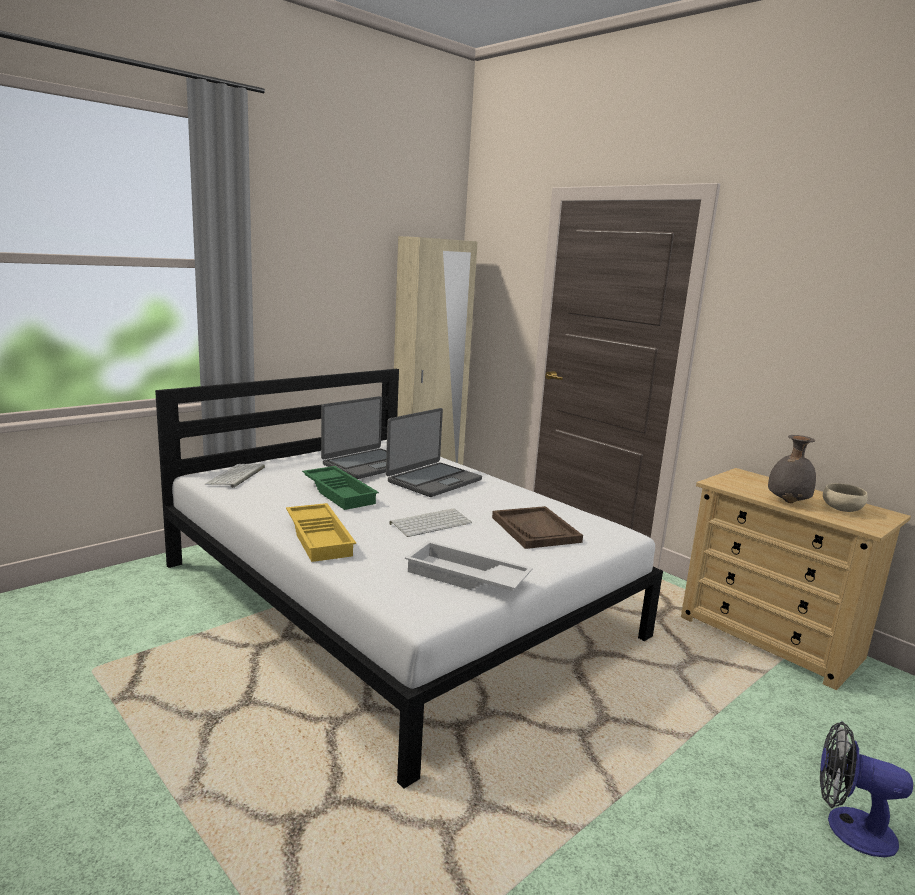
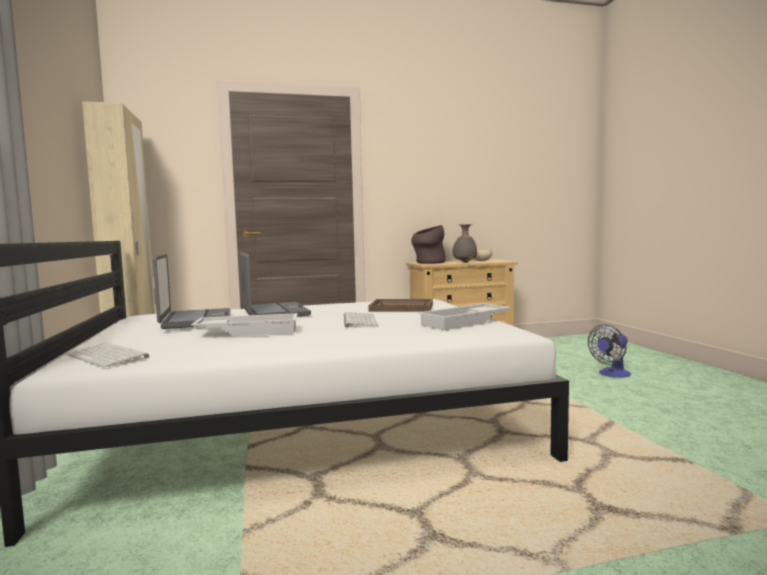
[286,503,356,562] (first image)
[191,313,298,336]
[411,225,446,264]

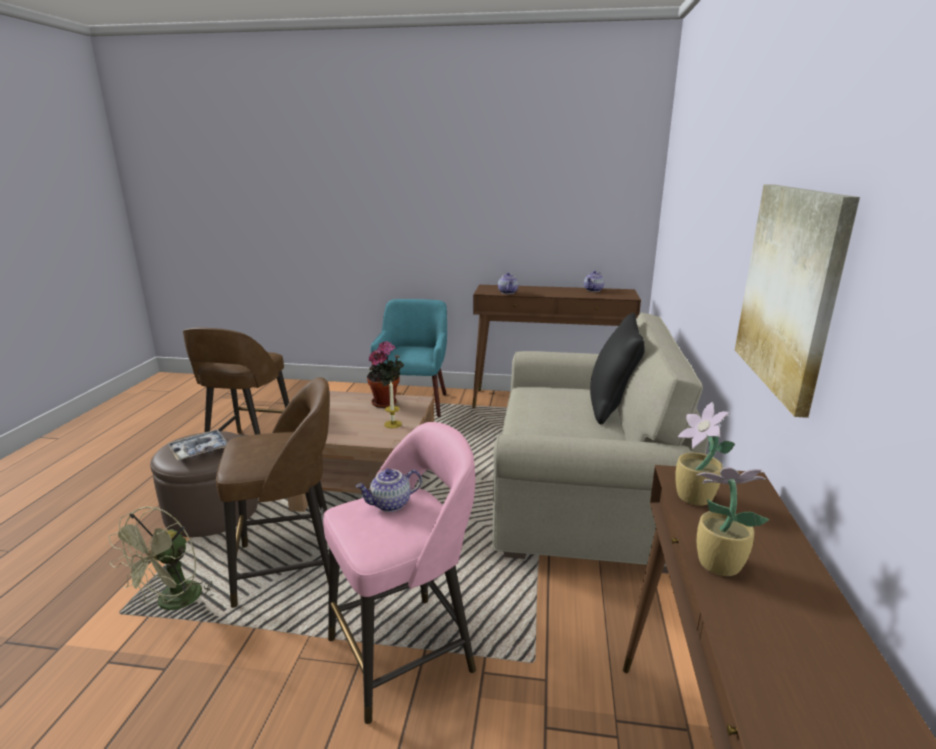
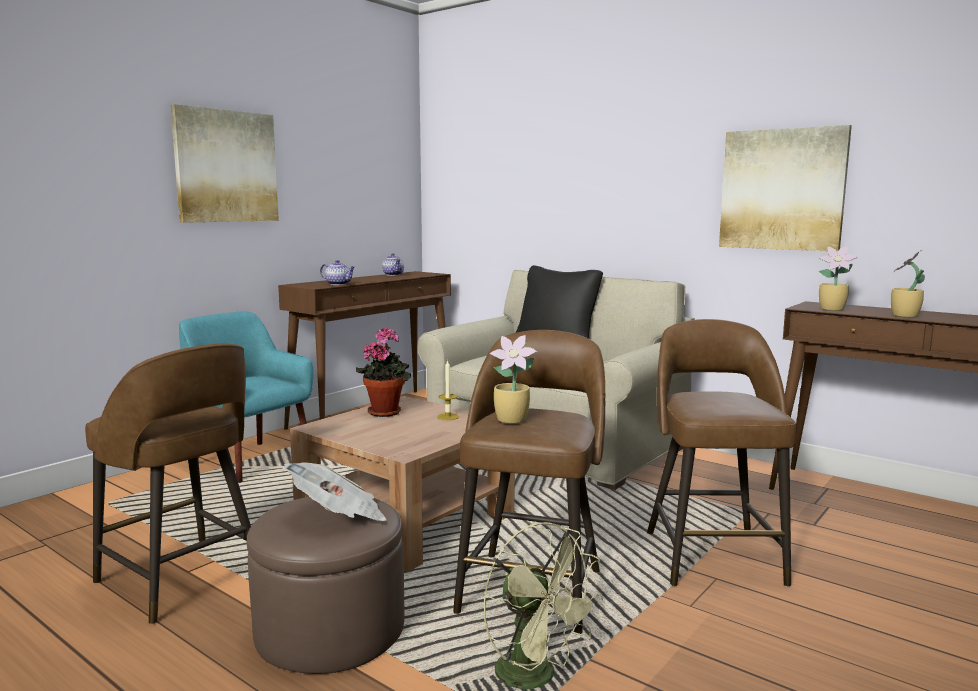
[284,462,386,521]
[647,319,796,587]
[355,469,422,512] (first image)
[171,104,279,223]
[490,335,537,424]

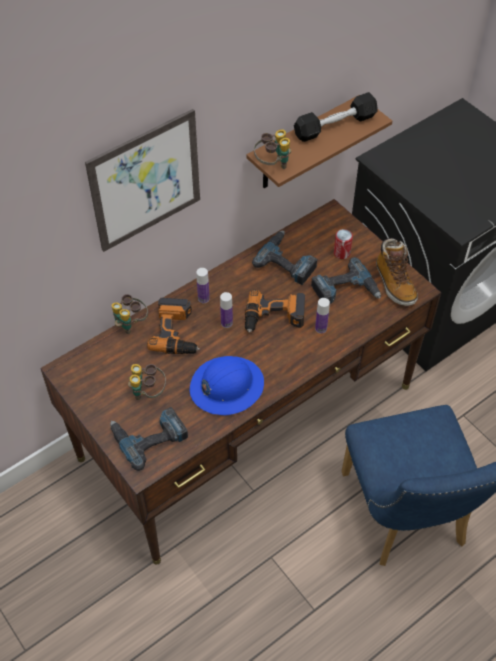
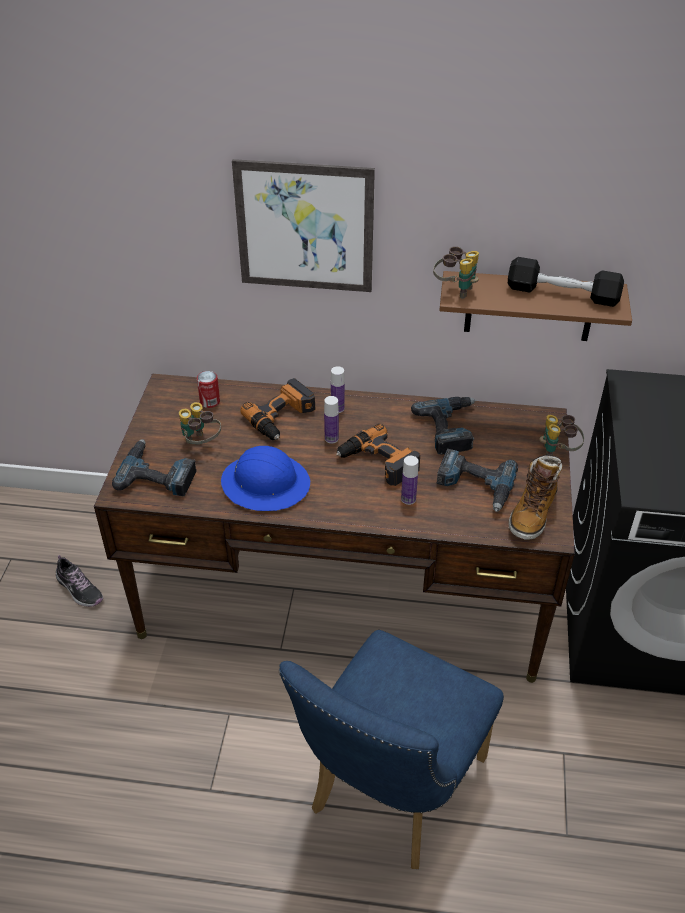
[539,415,584,455]
[197,371,220,408]
[56,555,103,607]

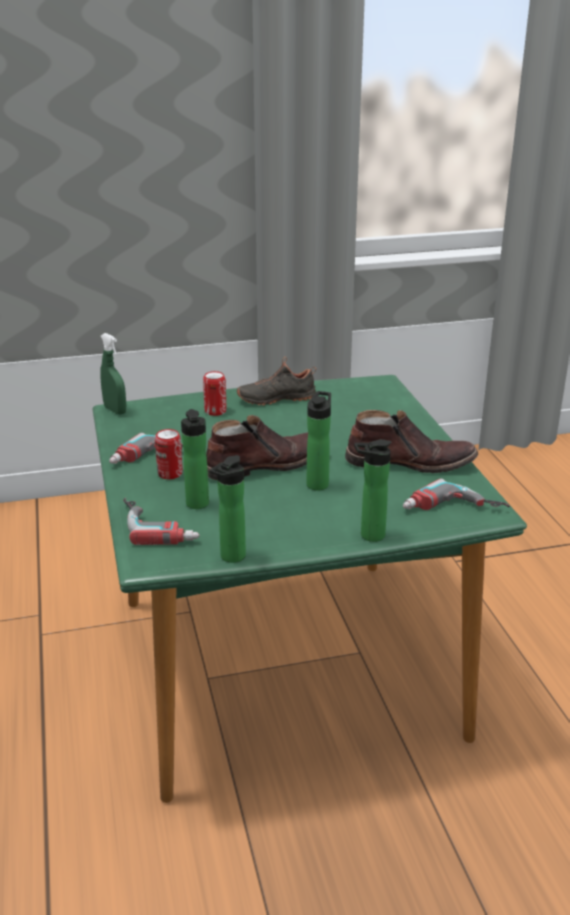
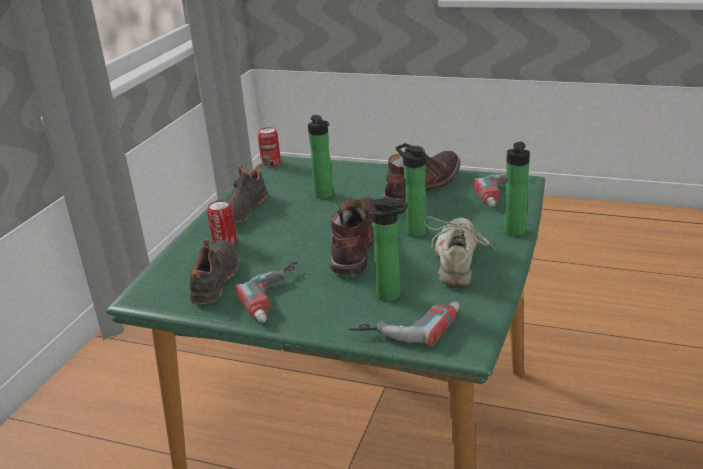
[100,333,126,415] (first image)
[258,127,281,167]
[308,115,333,198]
[190,238,238,304]
[424,217,496,286]

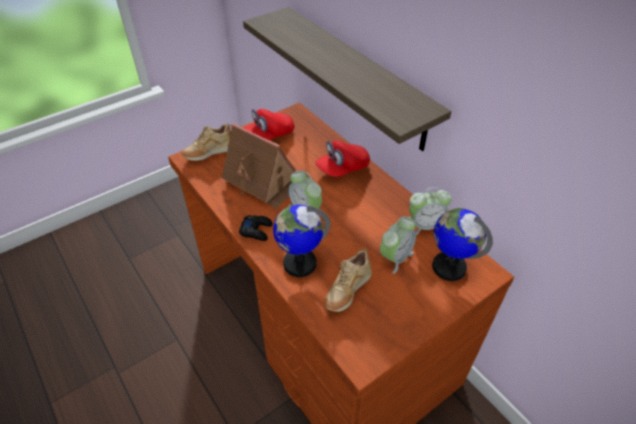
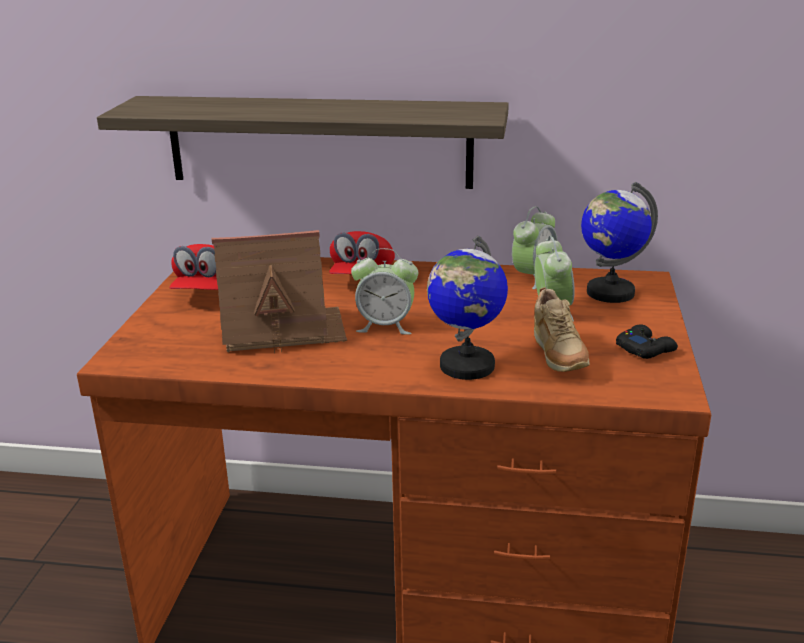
[181,123,231,161] (first image)
[616,324,678,359]

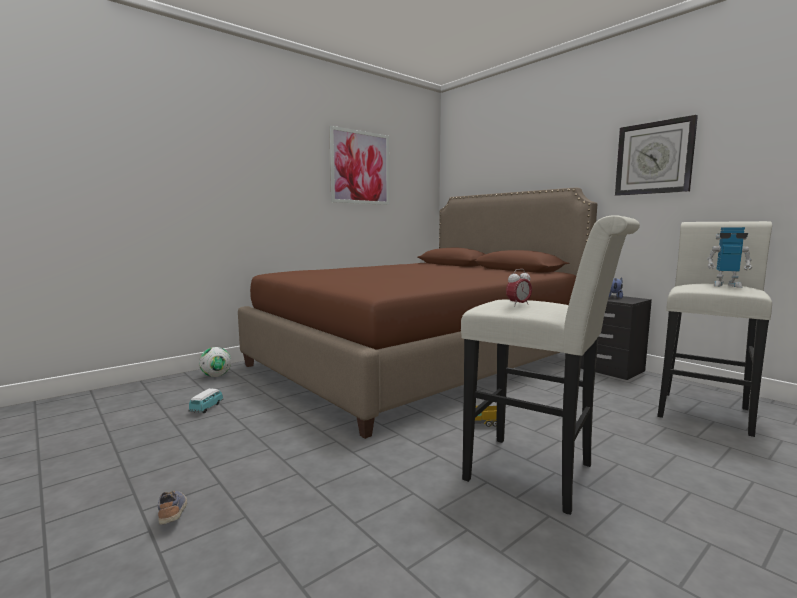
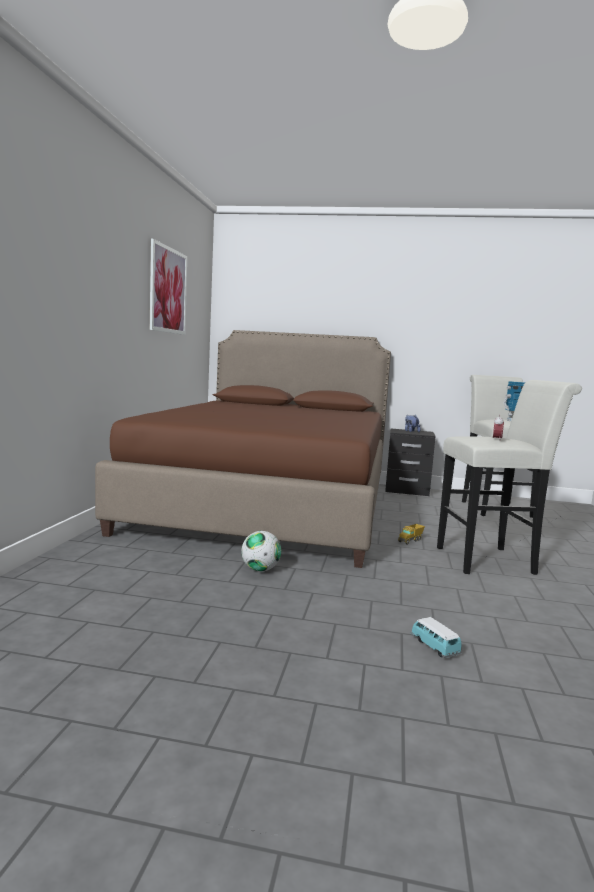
[158,491,187,525] (first image)
[411,617,462,658]
[241,531,281,571]
[615,115,698,196] (first image)

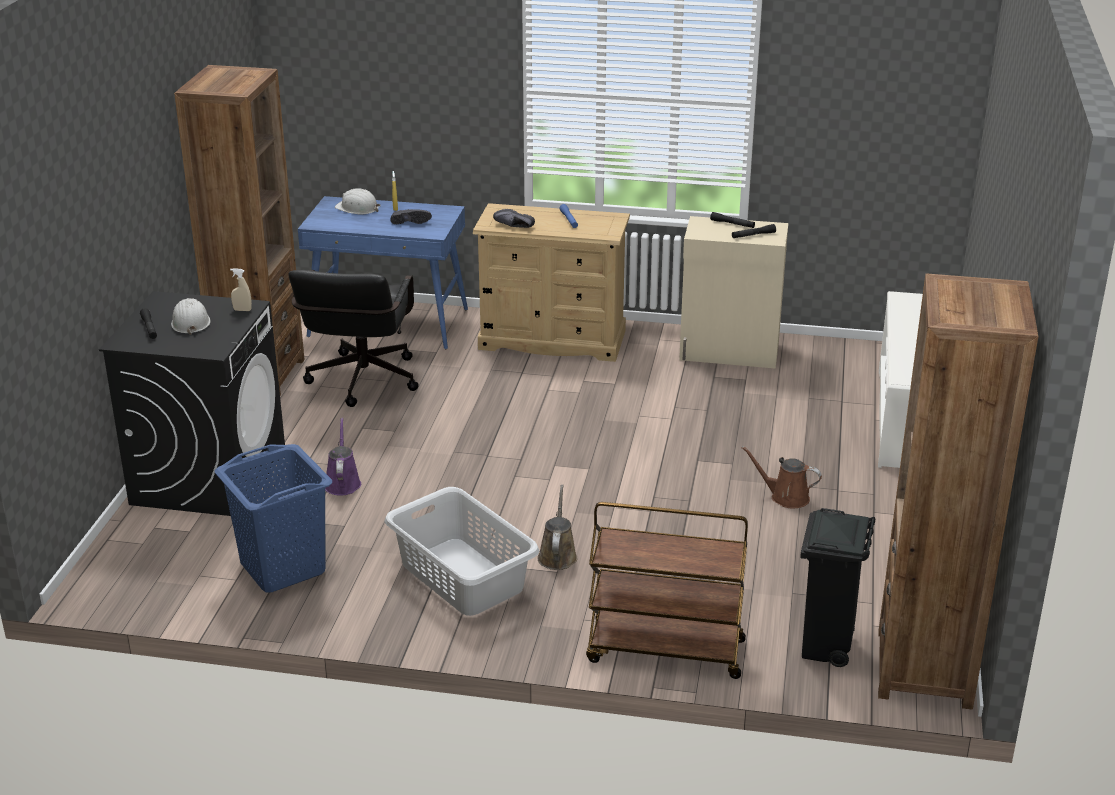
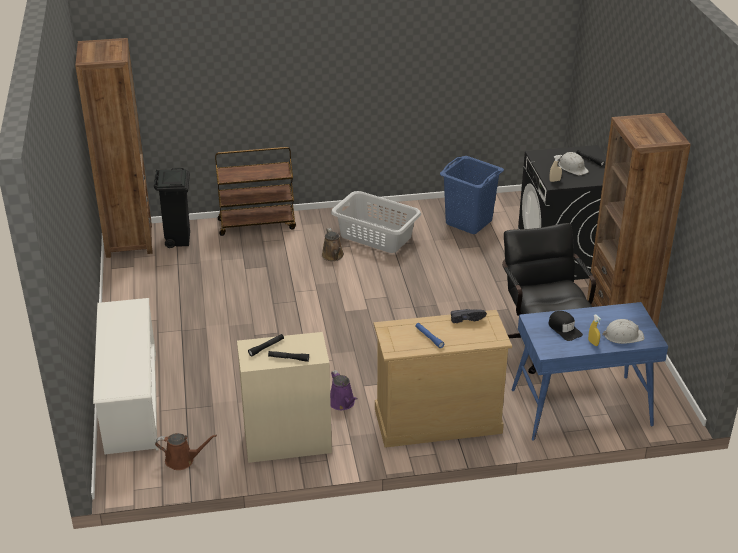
[330,370,358,410]
[548,311,583,341]
[155,433,217,470]

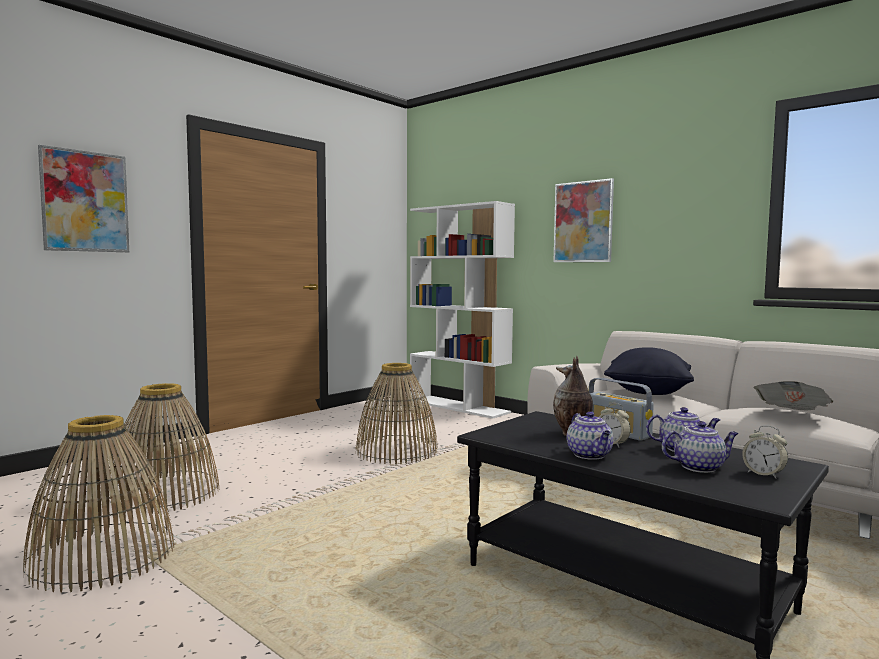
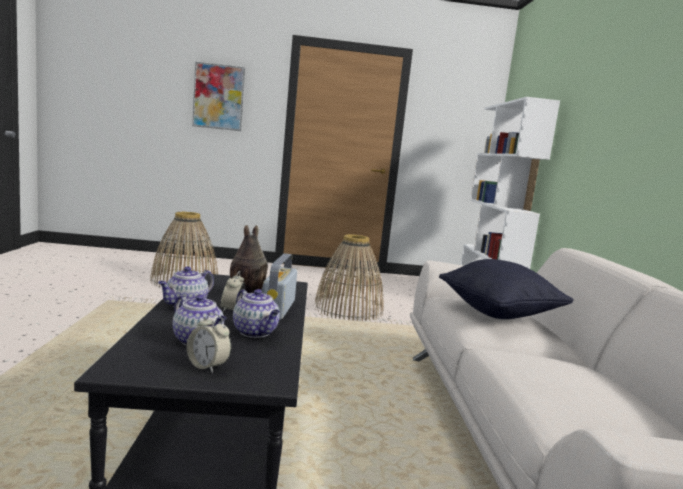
[23,415,174,593] (first image)
[553,178,614,262] (first image)
[187,313,231,373]
[753,381,833,410] (first image)

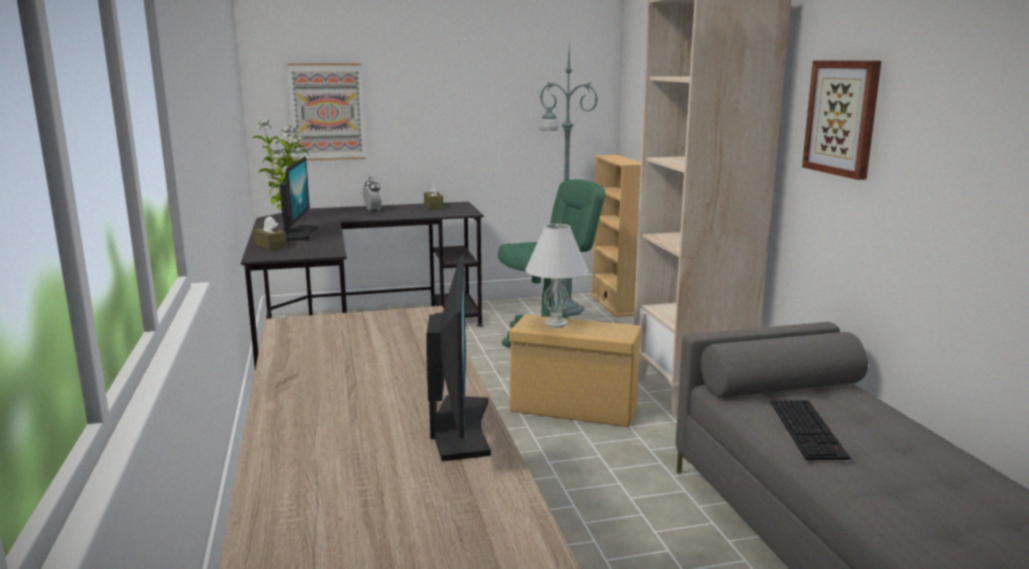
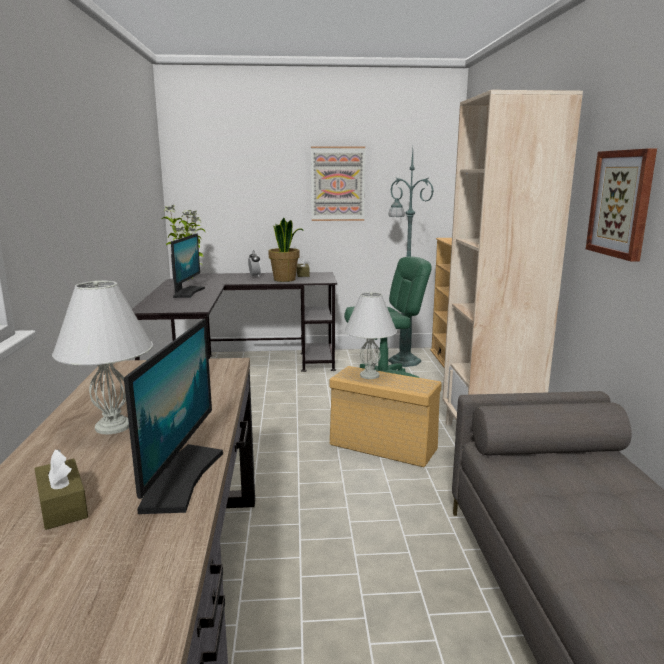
[34,450,88,530]
[311,146,365,221]
[771,400,851,461] (first image)
[52,281,153,435]
[268,218,304,282]

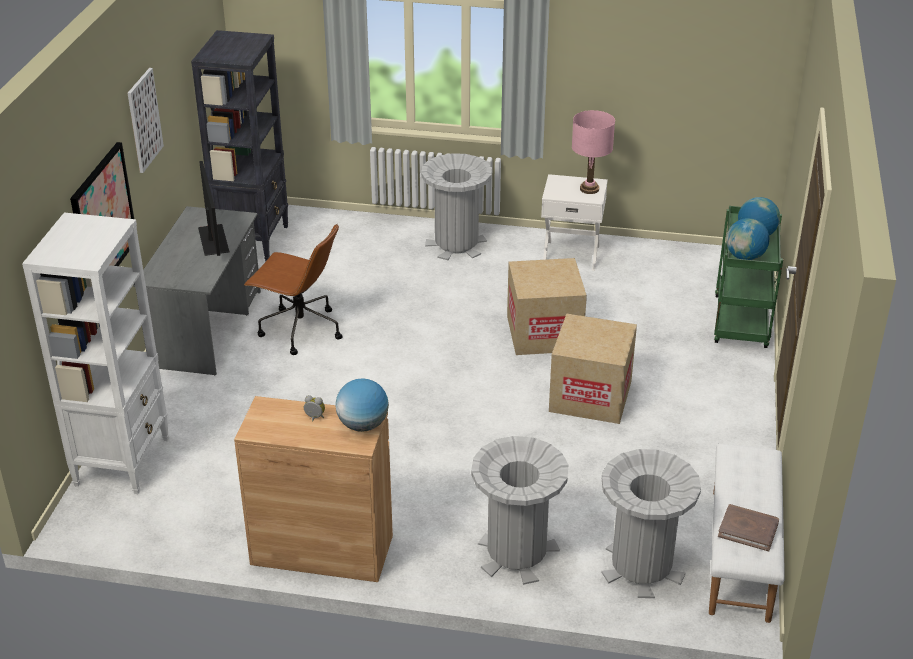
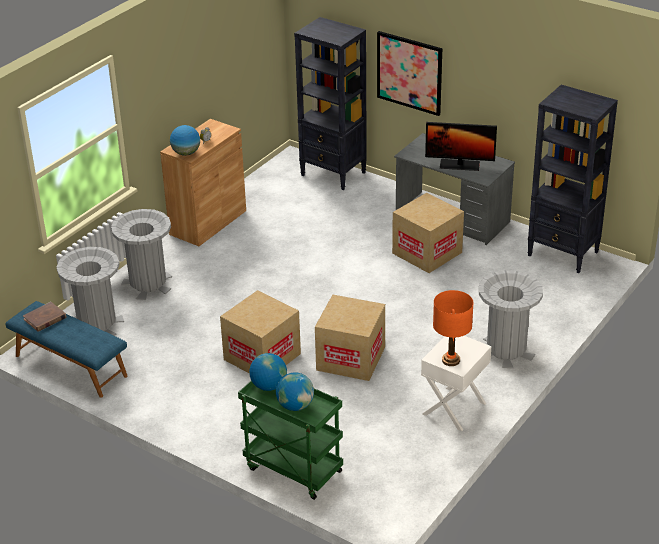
[294,17,367,190]
[128,68,164,173] (first image)
[392,193,464,273]
[433,290,474,366]
[5,301,128,398]

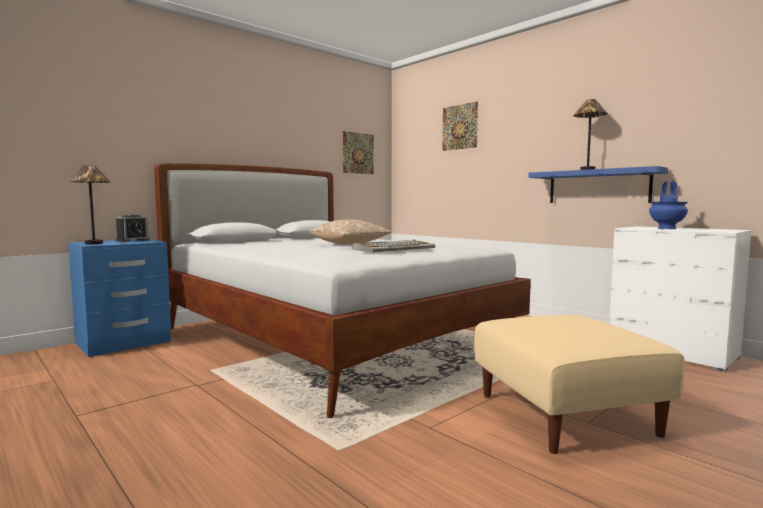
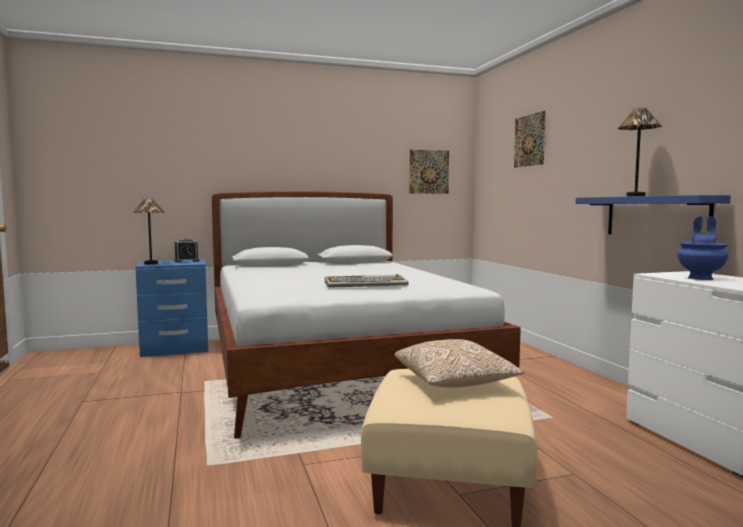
[395,339,525,388]

